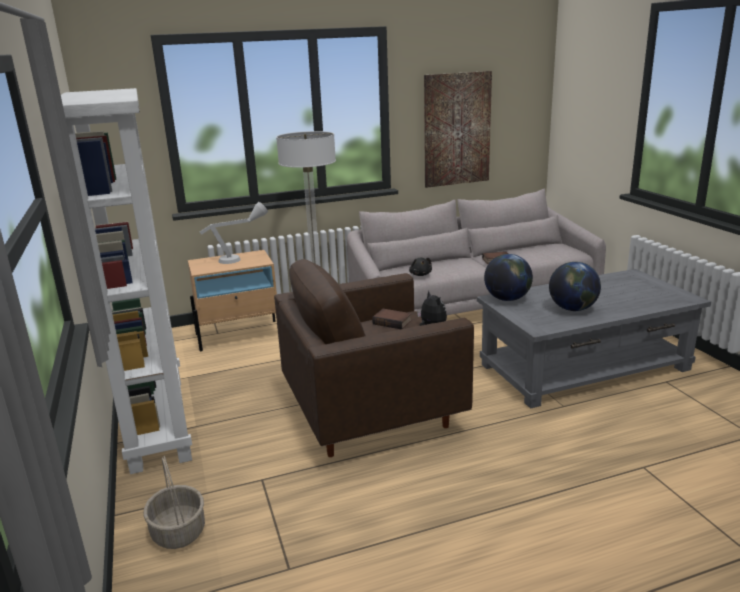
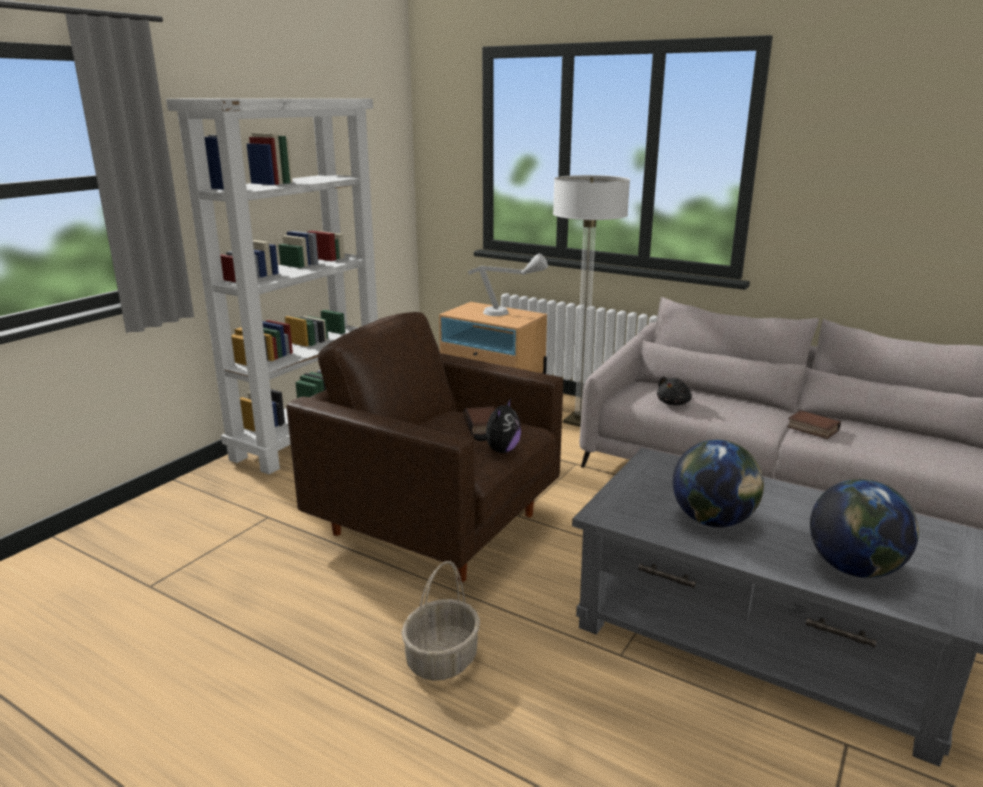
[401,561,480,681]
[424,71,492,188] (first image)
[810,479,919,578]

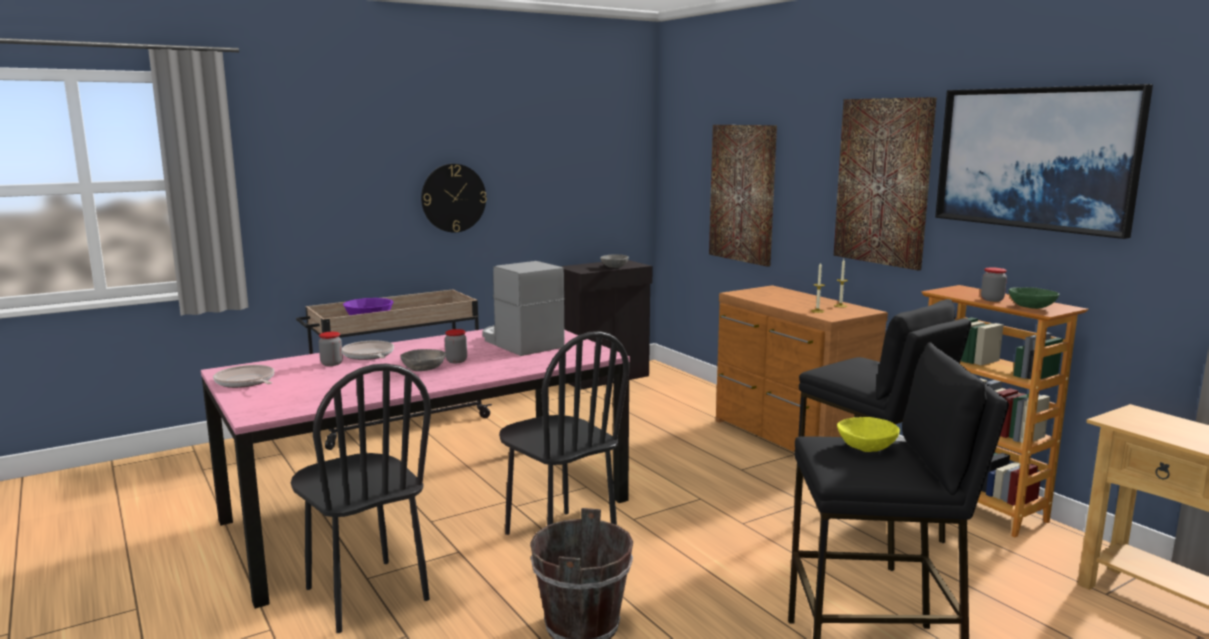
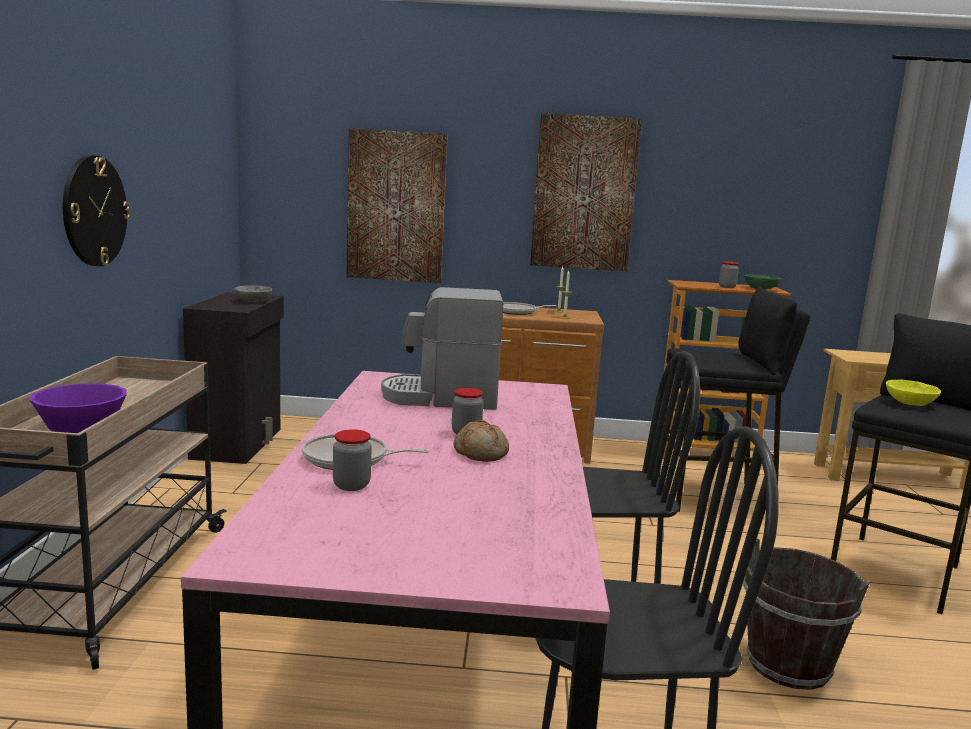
[503,302,557,315]
[453,420,509,462]
[935,84,1153,239] (first image)

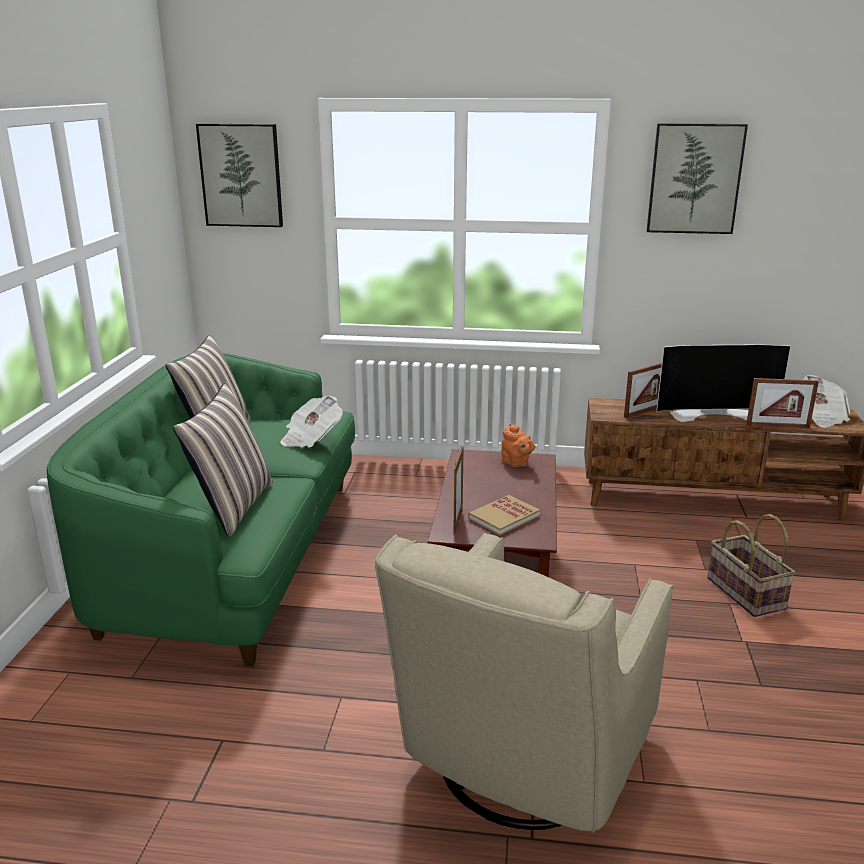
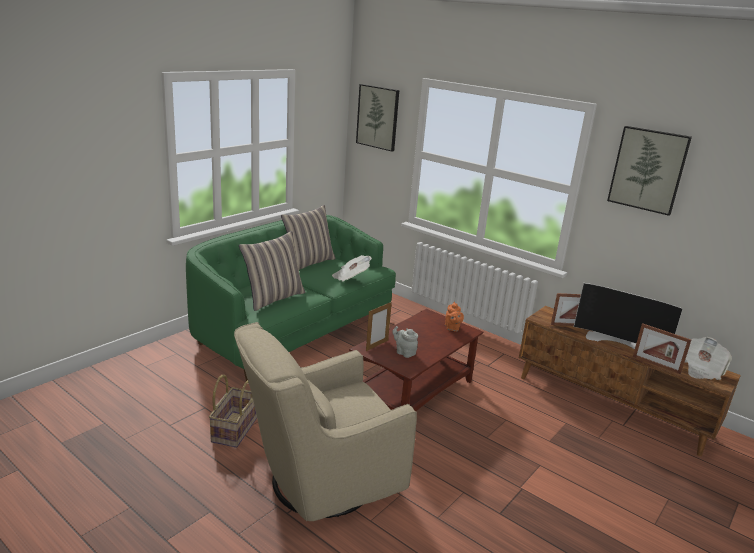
[392,326,418,358]
[209,375,257,448]

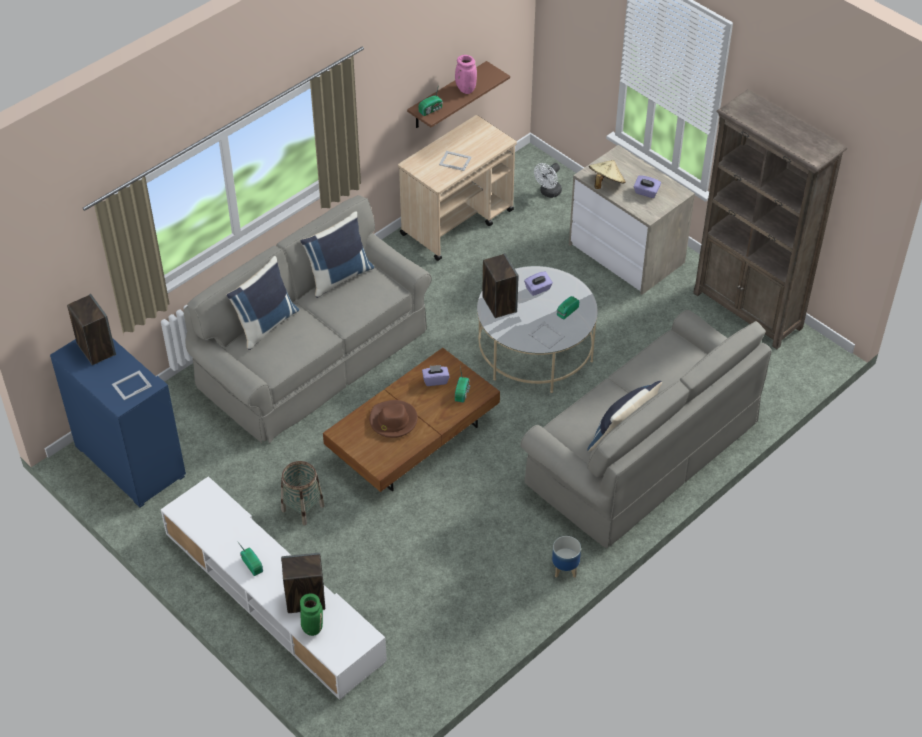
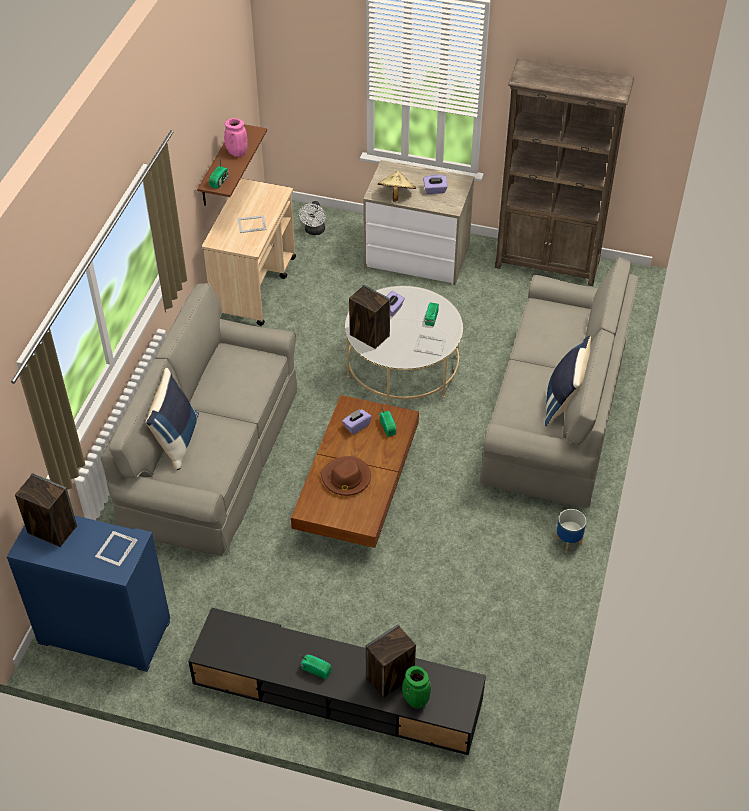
[188,608,486,756]
[281,461,325,525] (first image)
[300,211,374,298] (first image)

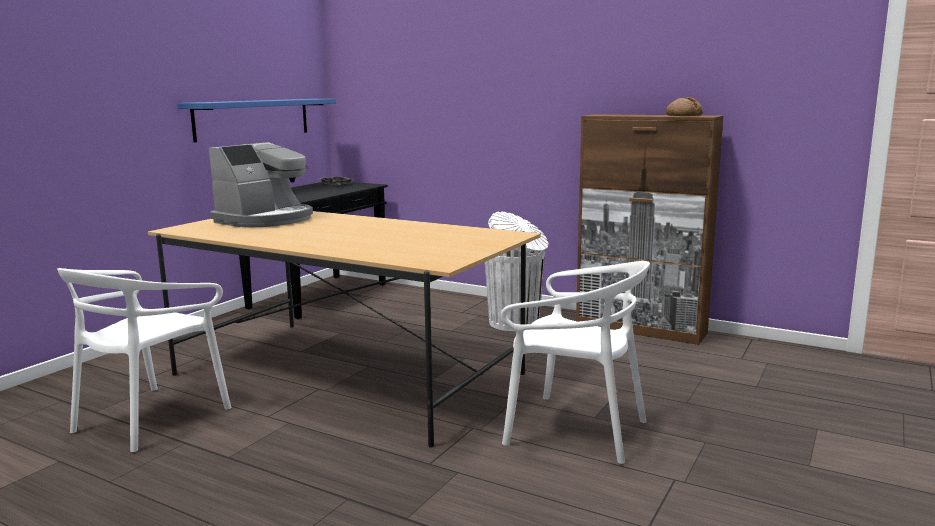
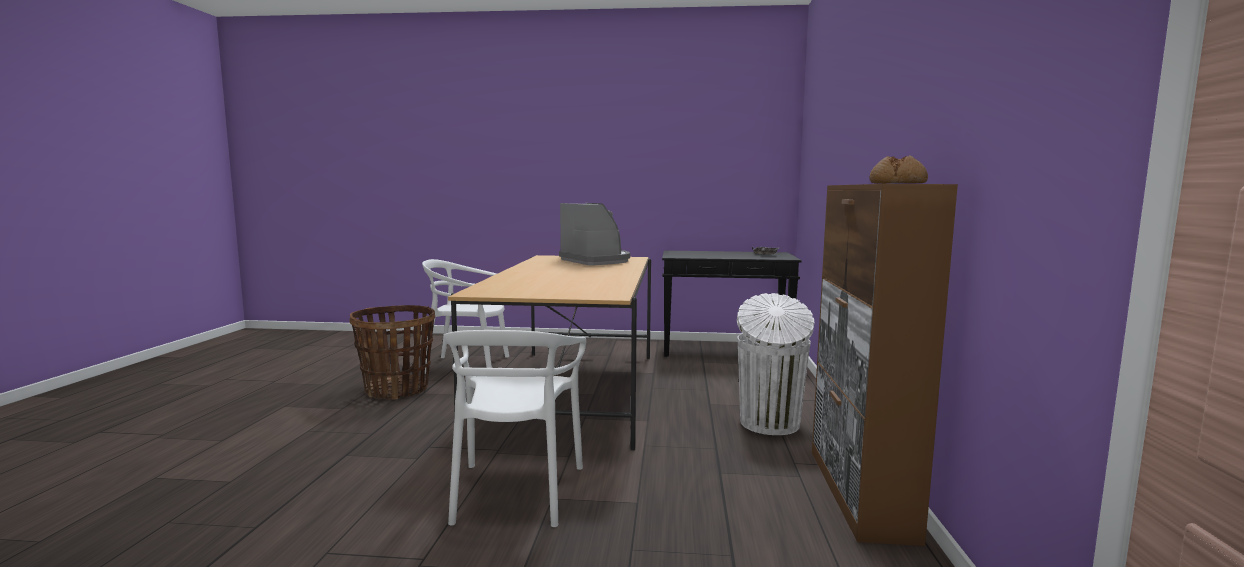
[177,99,336,142] (first image)
[559,203,630,265]
[349,305,435,400]

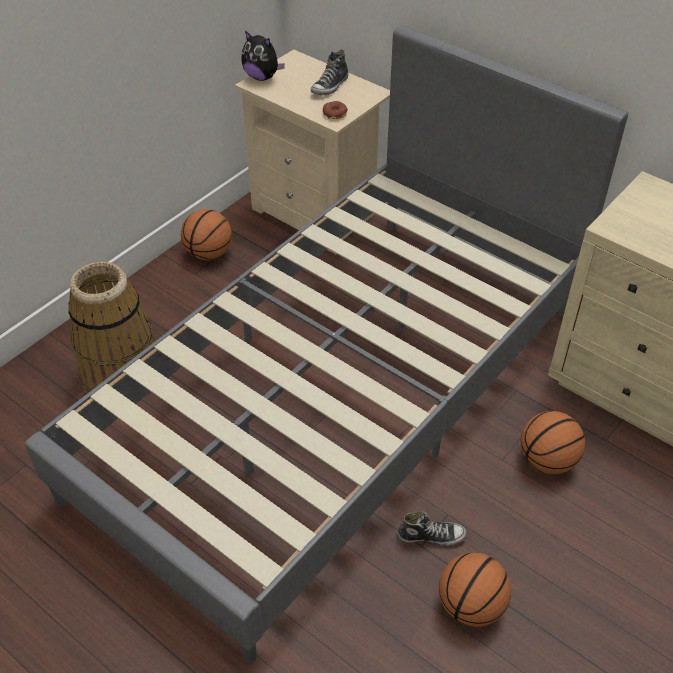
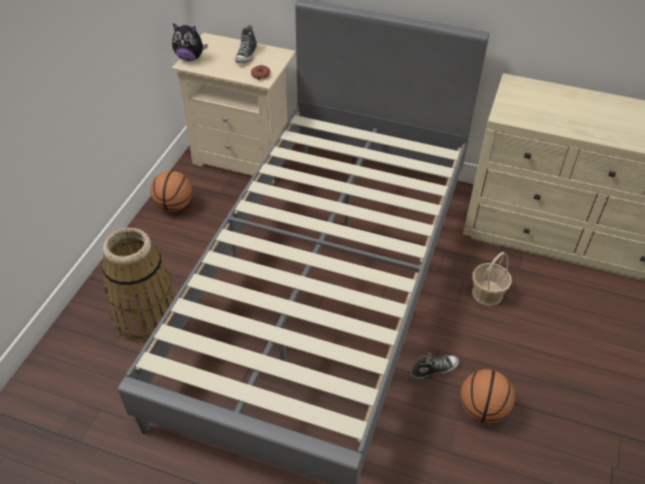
[472,252,512,306]

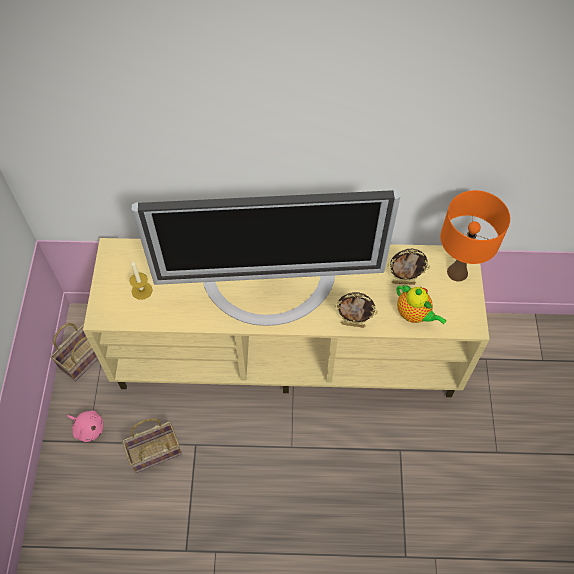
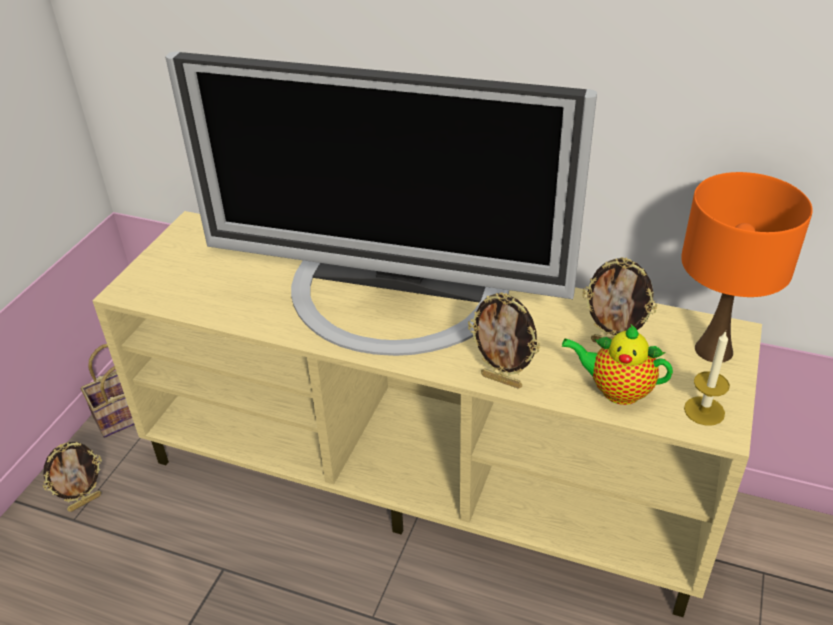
[43,442,102,512]
[122,418,182,473] (first image)
[684,331,730,426]
[561,325,673,405]

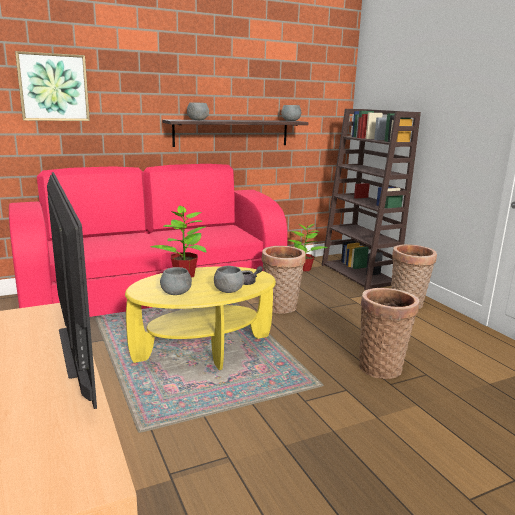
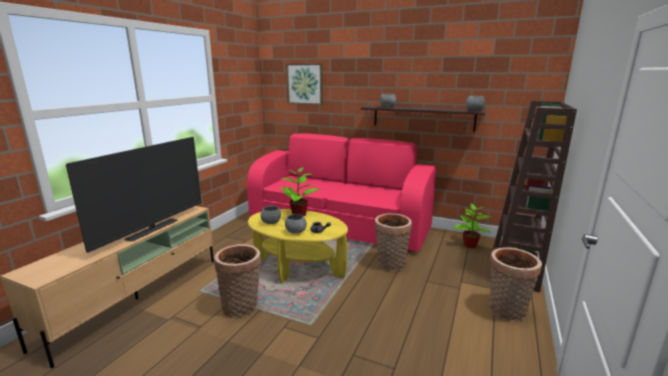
[214,244,261,318]

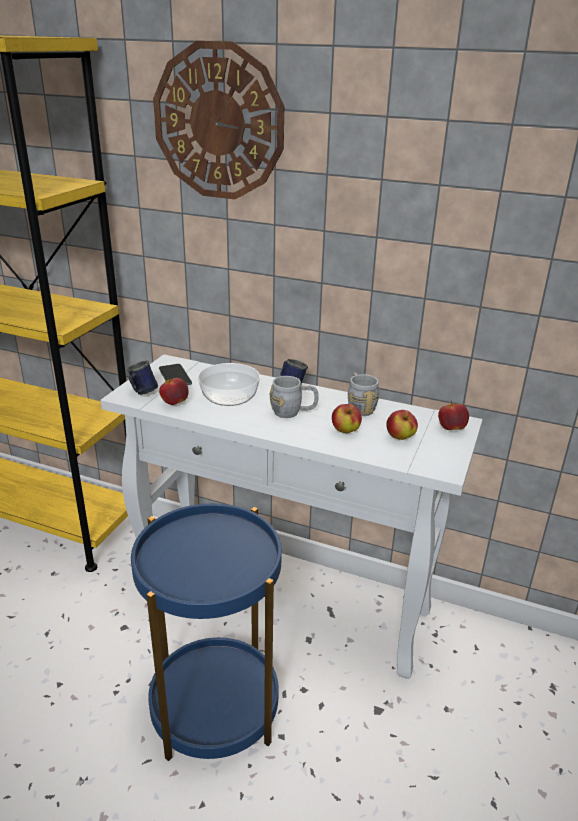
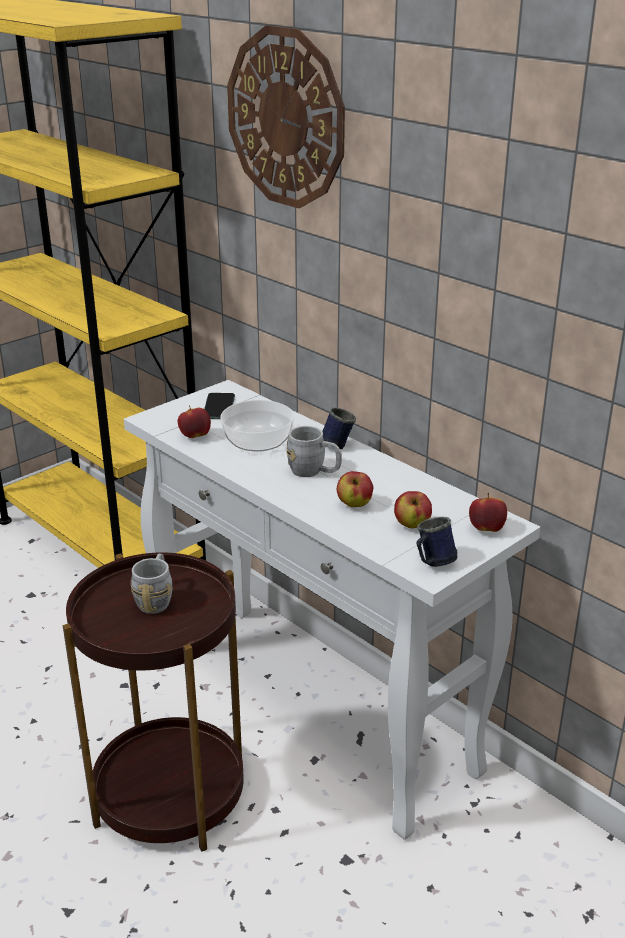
[416,517,457,567]
[63,552,244,851]
[131,554,173,614]

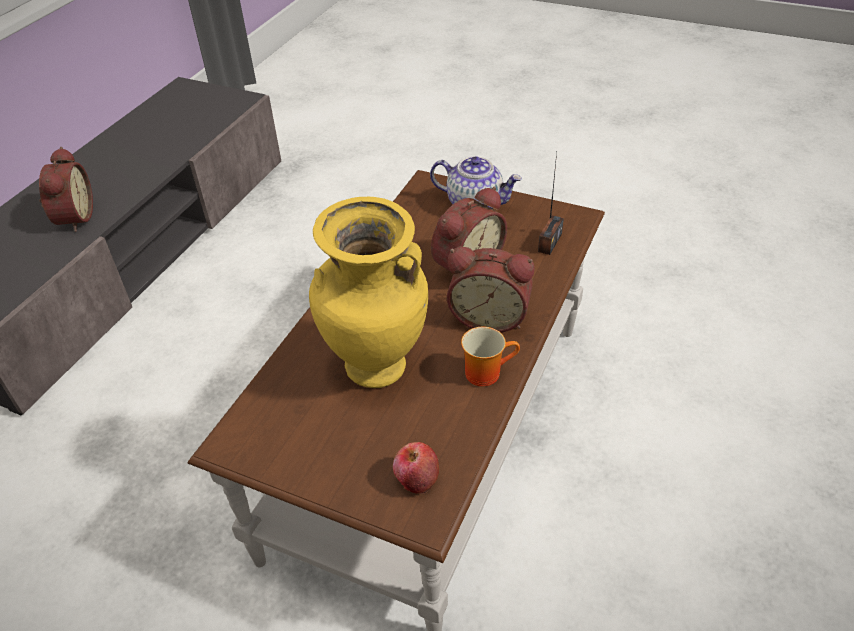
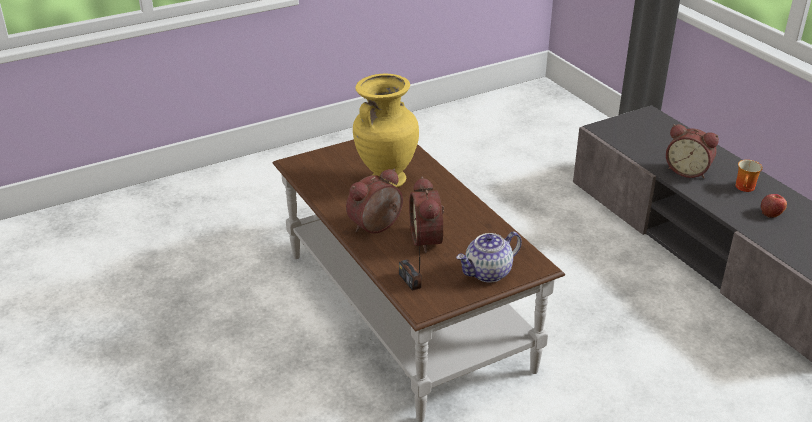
[761,194,787,218]
[735,160,763,192]

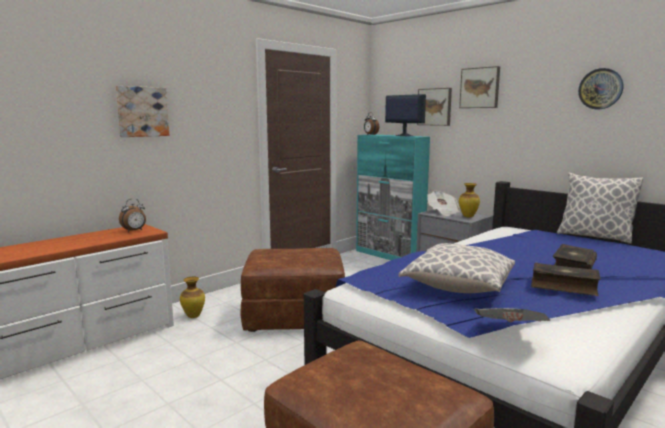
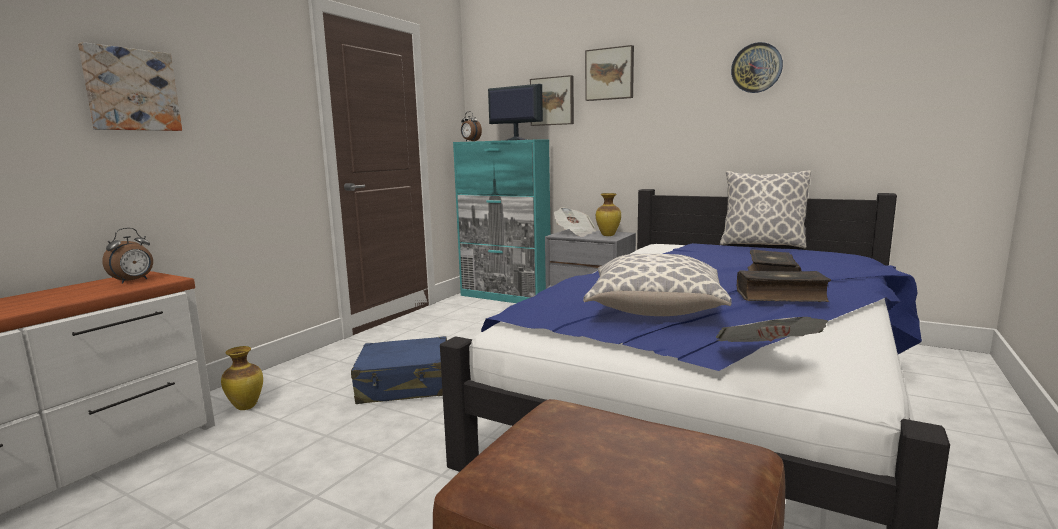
[351,336,447,404]

